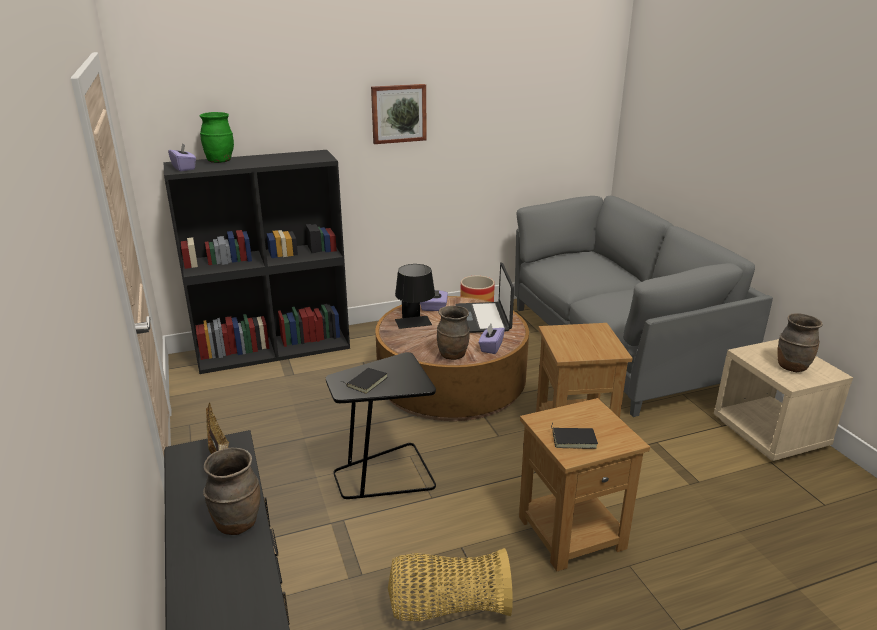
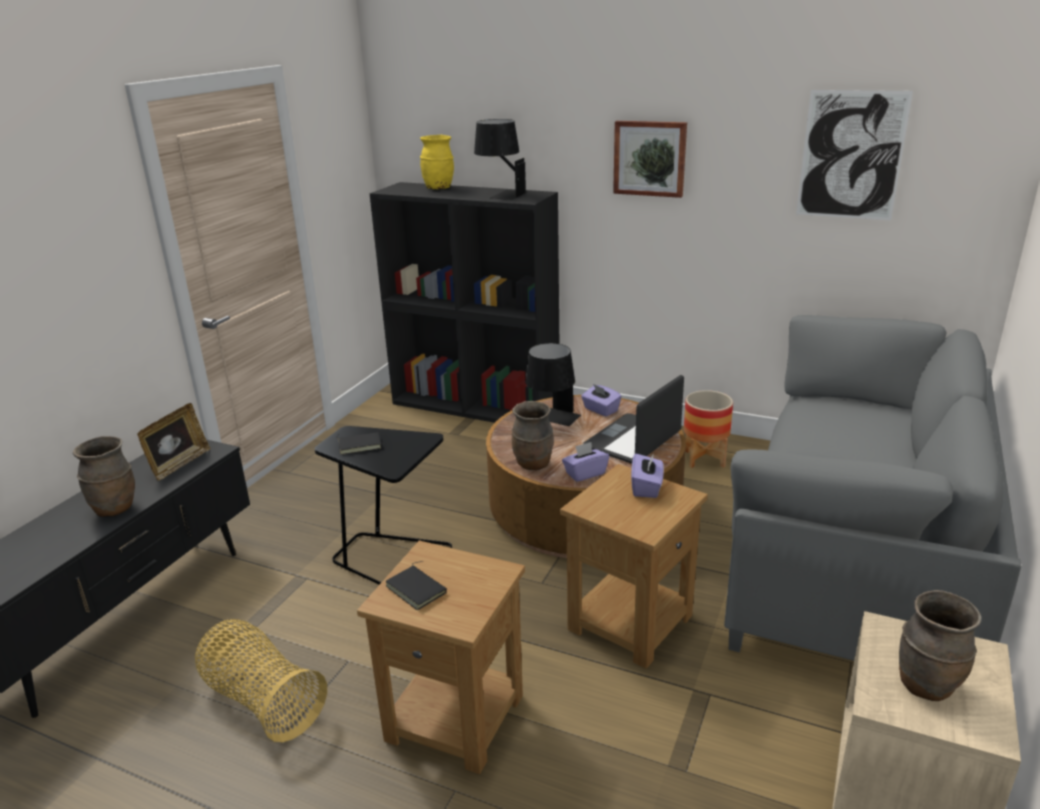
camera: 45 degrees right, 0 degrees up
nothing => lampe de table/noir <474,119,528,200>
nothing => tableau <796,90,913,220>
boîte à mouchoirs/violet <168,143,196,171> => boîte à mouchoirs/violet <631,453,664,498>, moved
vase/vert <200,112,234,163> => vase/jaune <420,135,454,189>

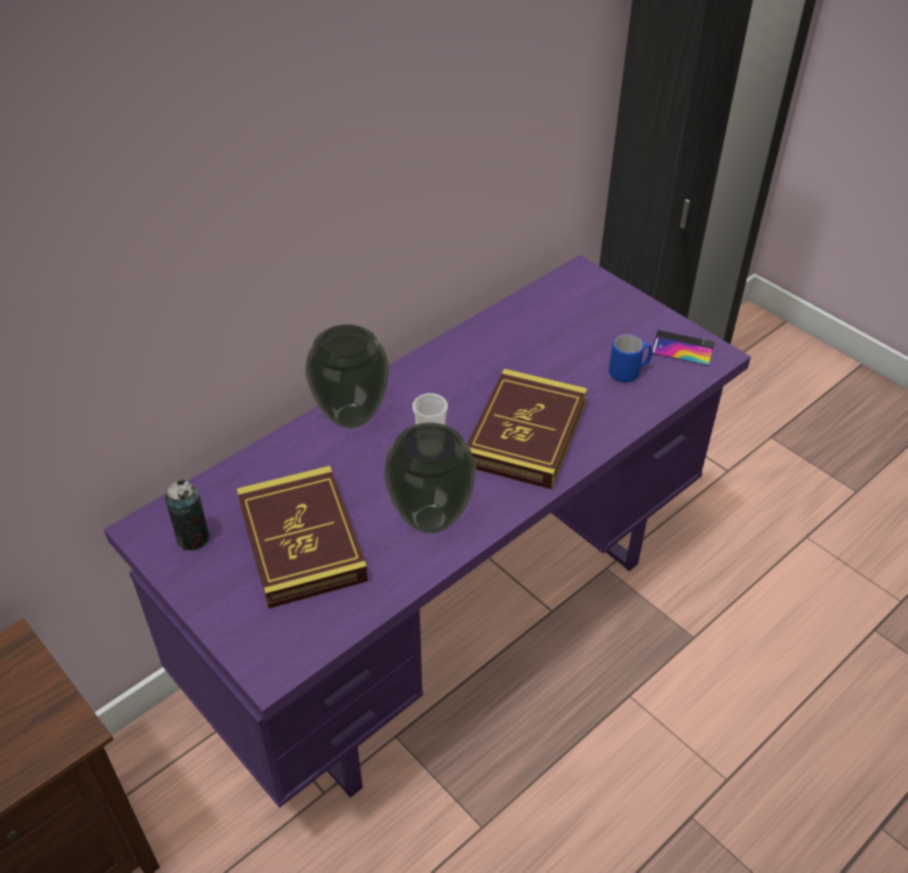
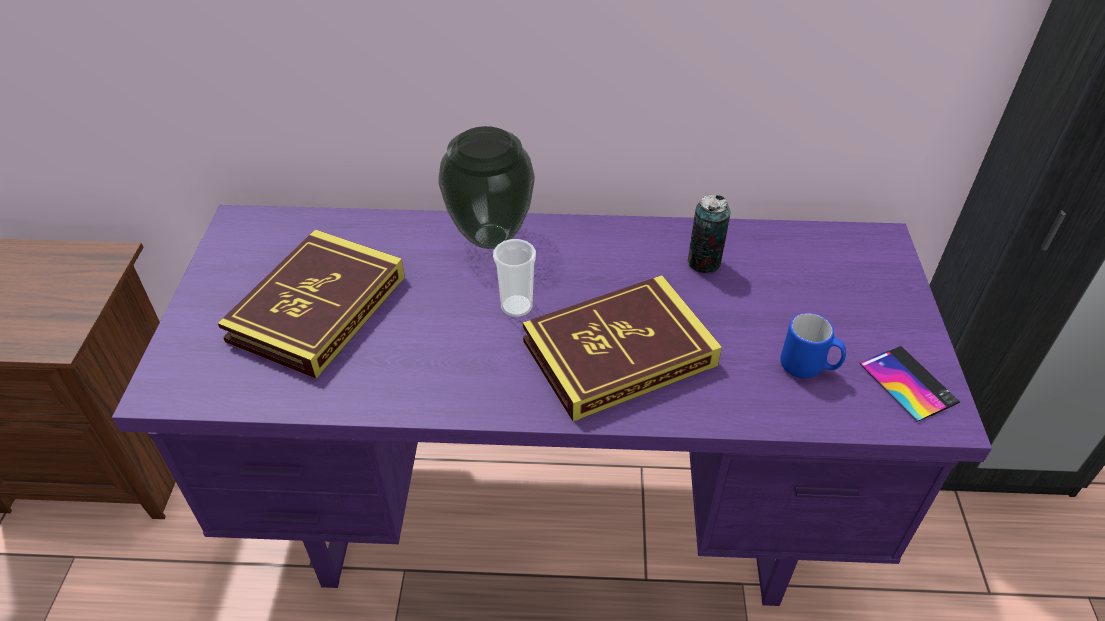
camera: 45 degrees right, 0 degrees up
vase <384,423,476,533> => nothing
boîte métallique <165,480,210,550> => boîte métallique <687,195,731,273>, moved

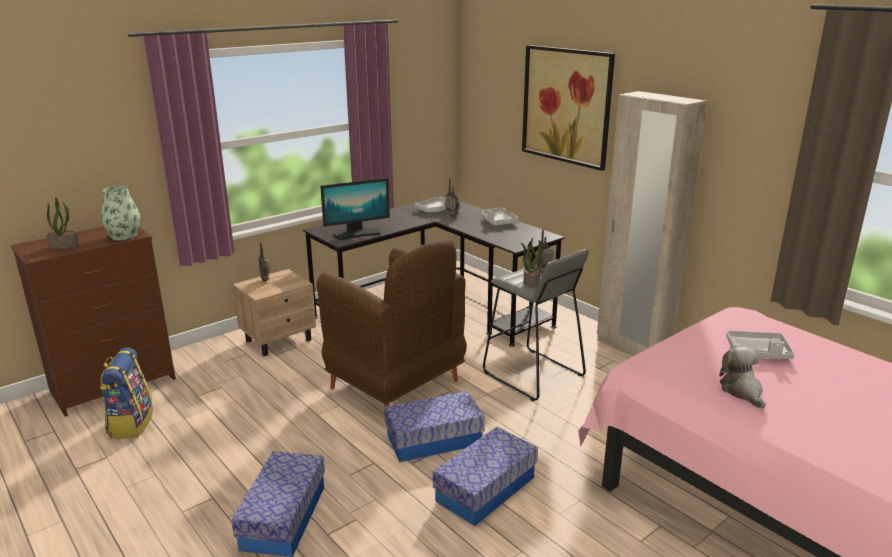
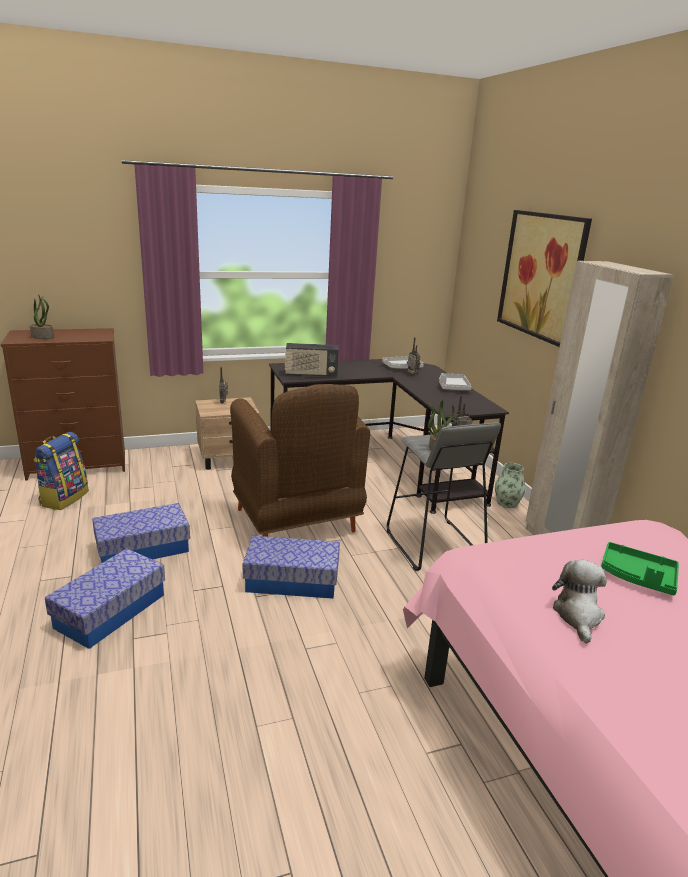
camera: 20 degrees right, 0 degrees up
vase <101,186,140,240> => vase <495,463,525,508>, moved
boîte de rangement <433,427,538,526> => boîte de rangement <92,503,190,563>, moved
écran d'ordinateur <320,178,390,240> => radio <285,343,338,378>
plateau/gris <726,330,794,359> => plateau/vert <601,542,679,595>

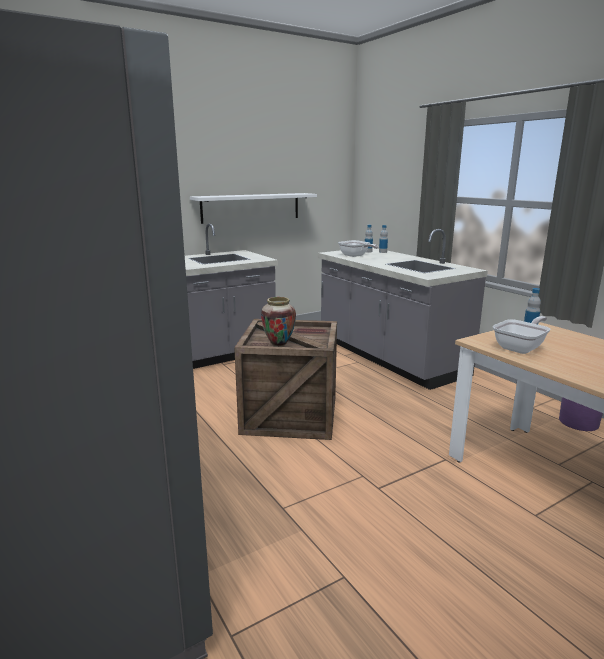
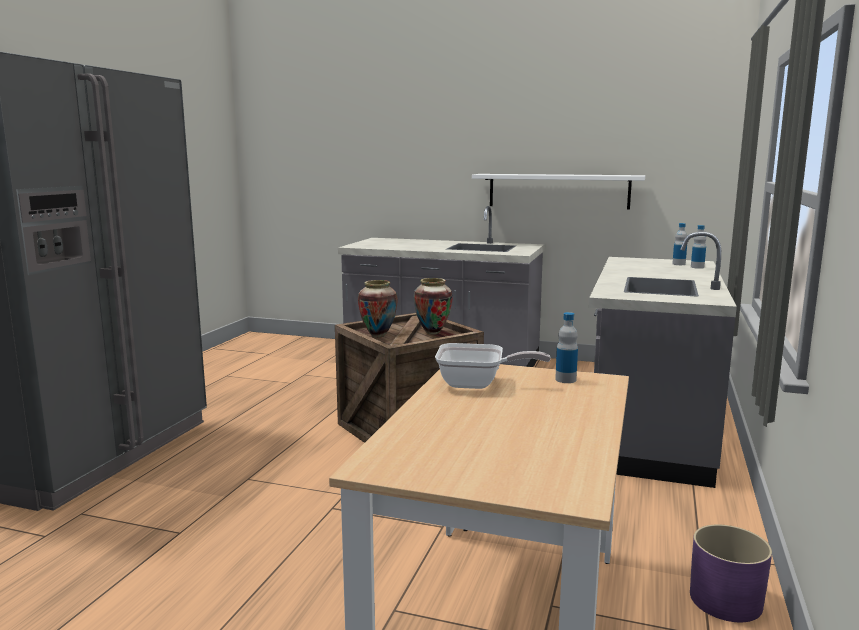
camera: 50 degrees right, 5 degrees down
poêle <338,240,378,257> => nothing
nothing => vase <413,278,453,335>

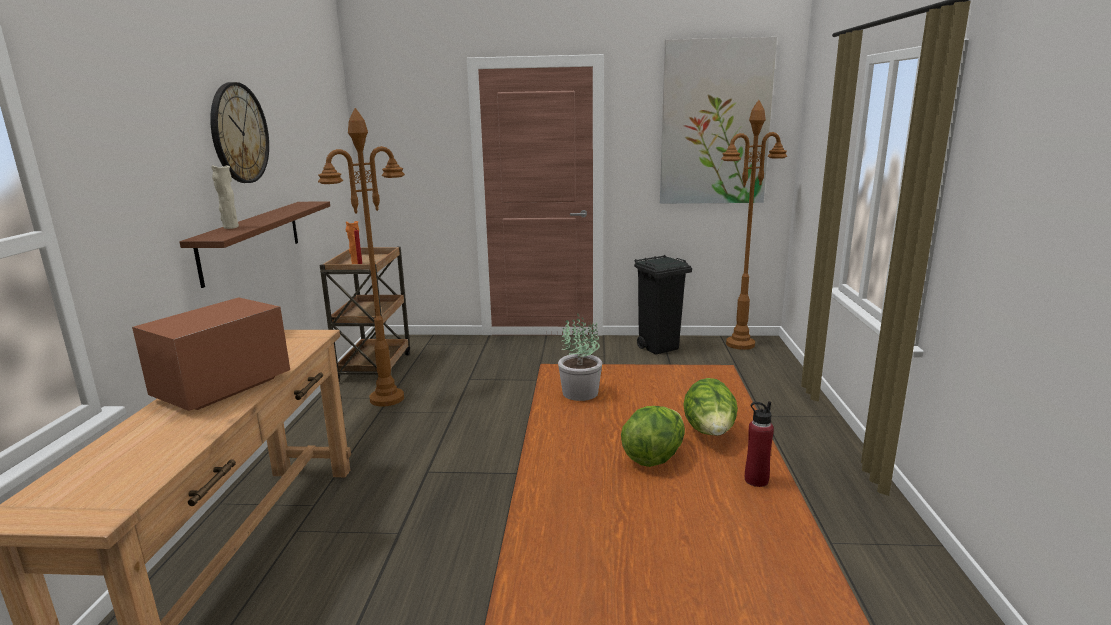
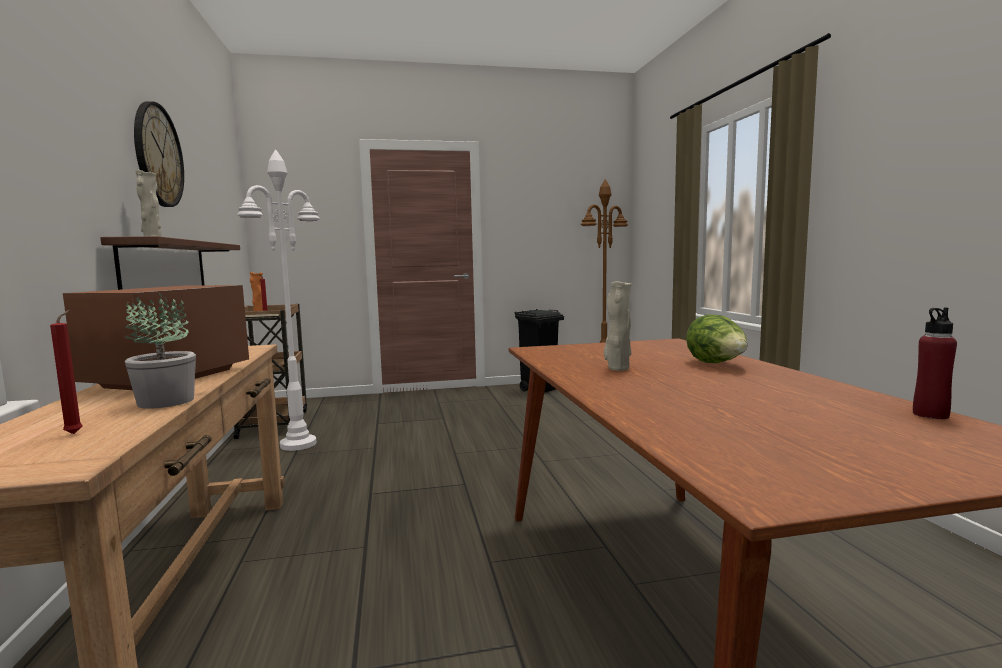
camera: 15 degrees left, 10 degrees down
laitue <621,406,685,467> => nothing
tableau <660,37,777,204> => nothing
nothing => bougie/rouge <50,310,82,434>
nothing => vase/beige <604,281,632,371>
plante en pot <558,314,602,401> => plante en pot <125,293,196,409>, moved
bouteille/rouge <745,401,774,487> => bouteille/rouge <913,308,957,419>, moved
lampadaire/marron <318,108,405,406> => lampadaire/blanc <237,149,320,451>

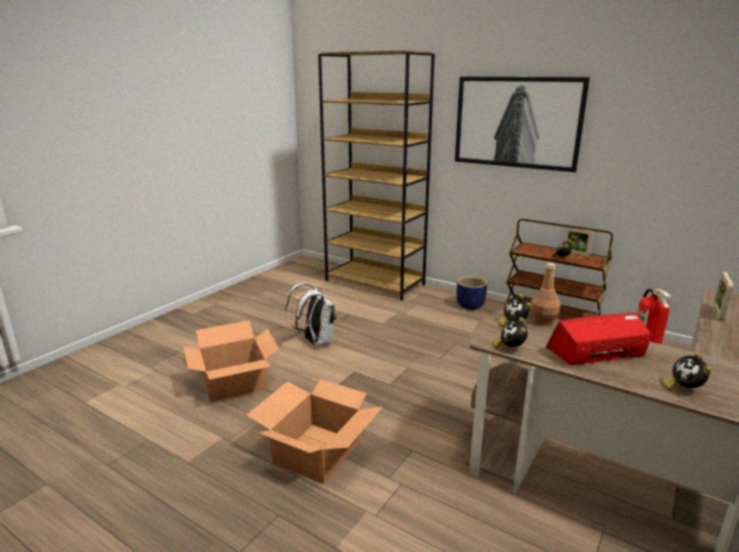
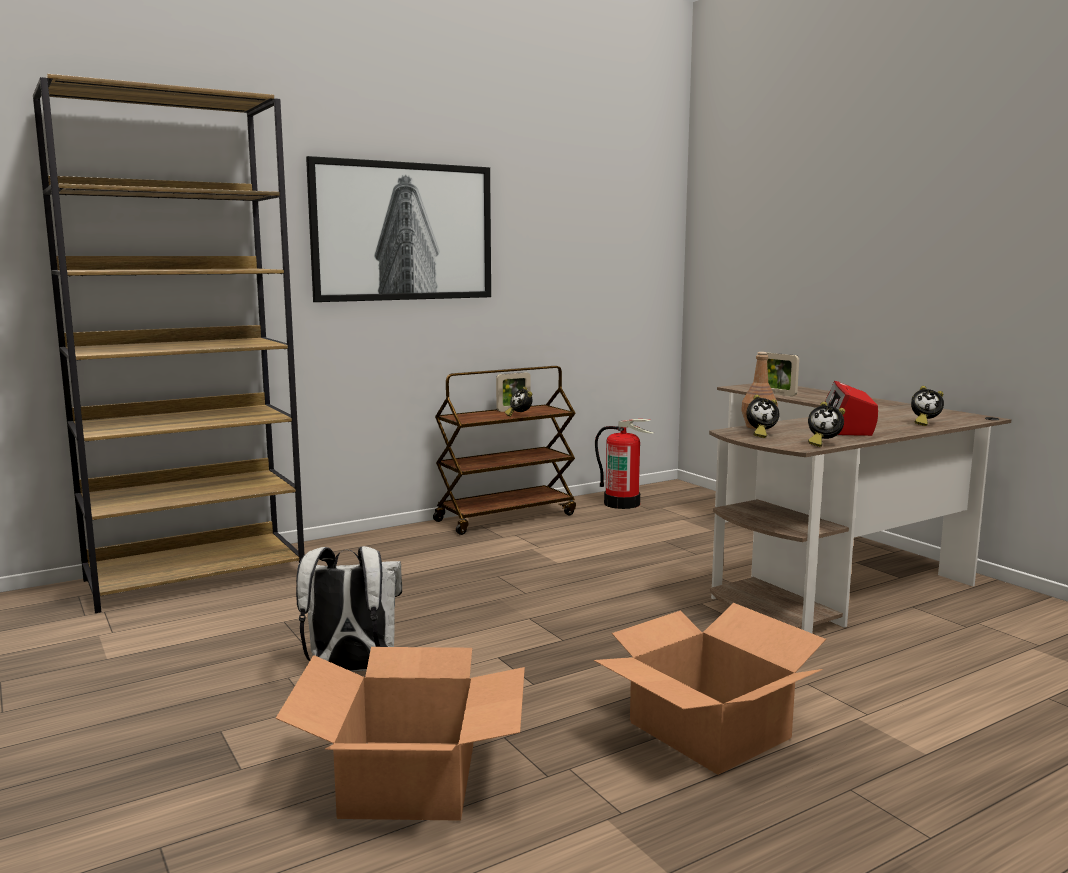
camera: 65 degrees left, 10 degrees down
cache-pot <456,277,487,310> => nothing

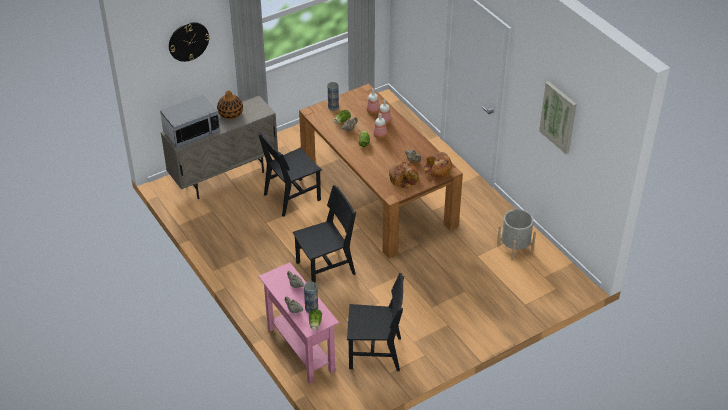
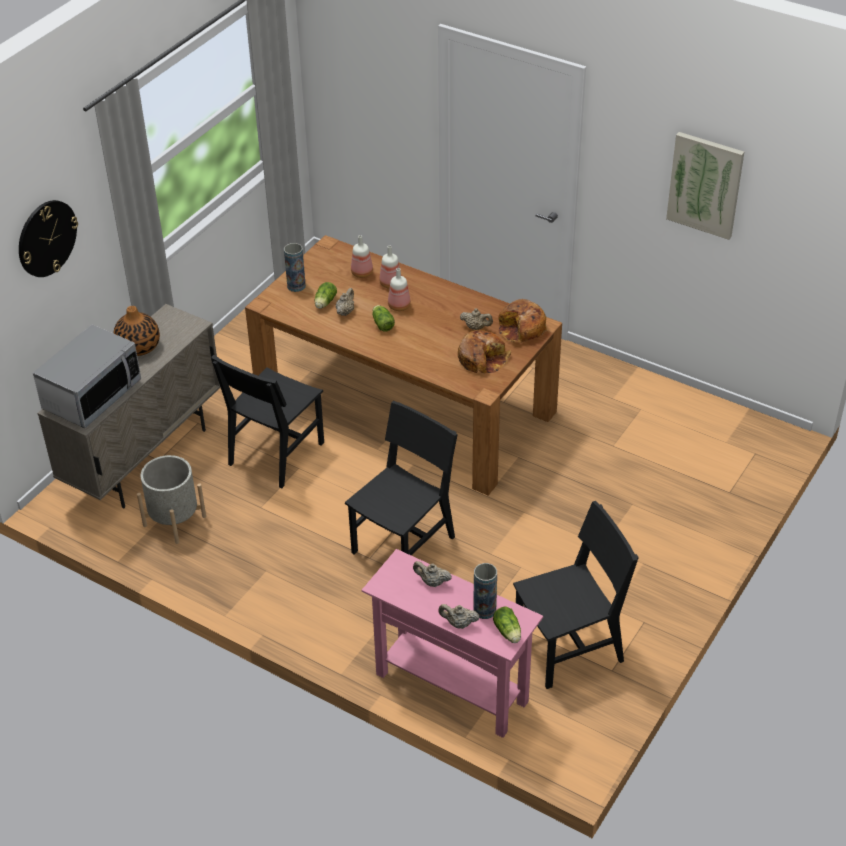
camera: 25 degrees left, 0 degrees up
cache-pot/gris <497,209,536,261> => cache-pot/gris <137,455,206,544>, moved

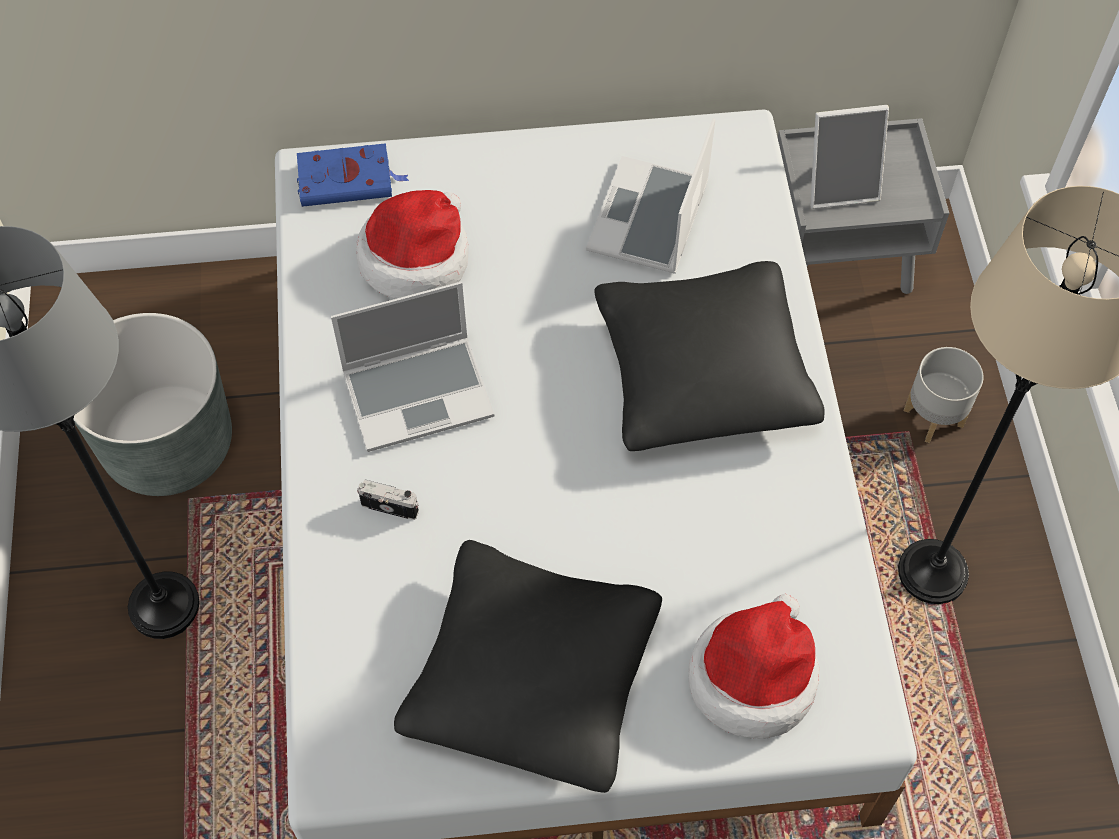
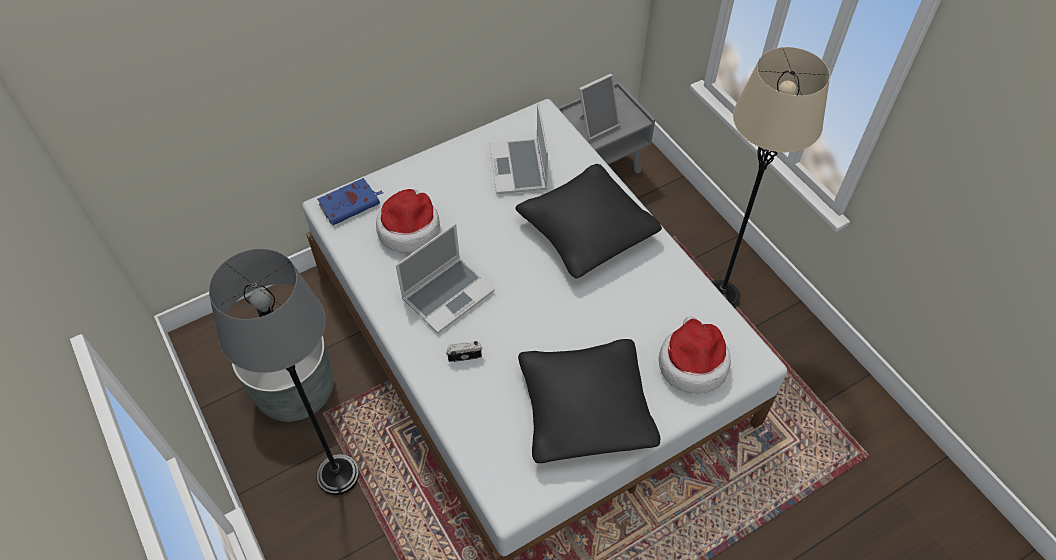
camera: 25 degrees left, 5 degrees down
cache-pot/gris <904,347,983,443> => nothing

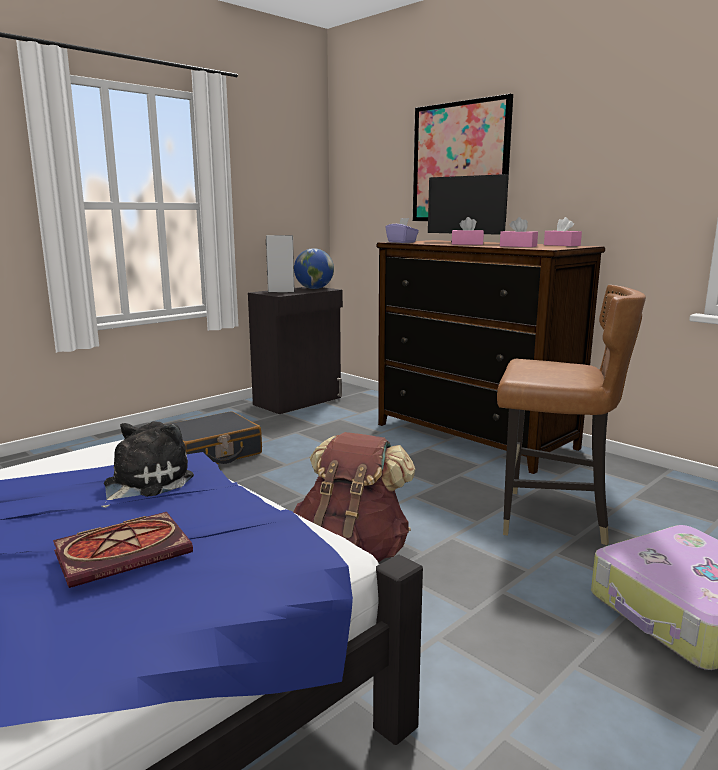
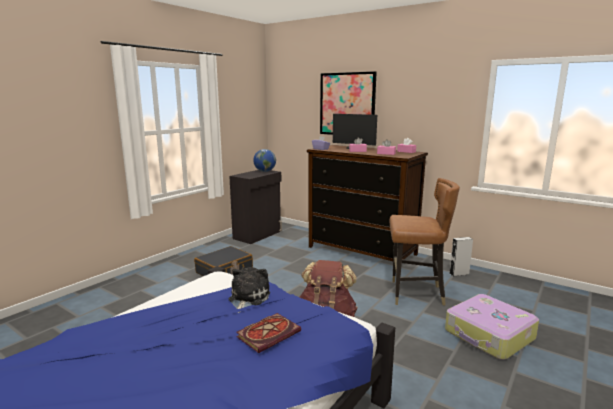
camera: 10 degrees left, 0 degrees up
enceinte/gris <266,235,295,293> => enceinte/gris <449,237,473,277>, moved

